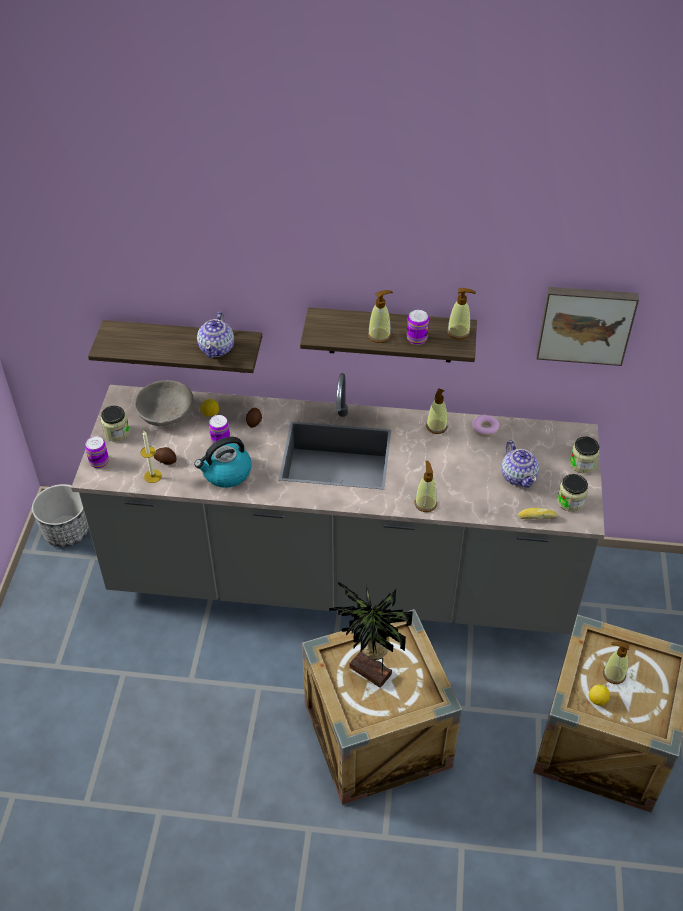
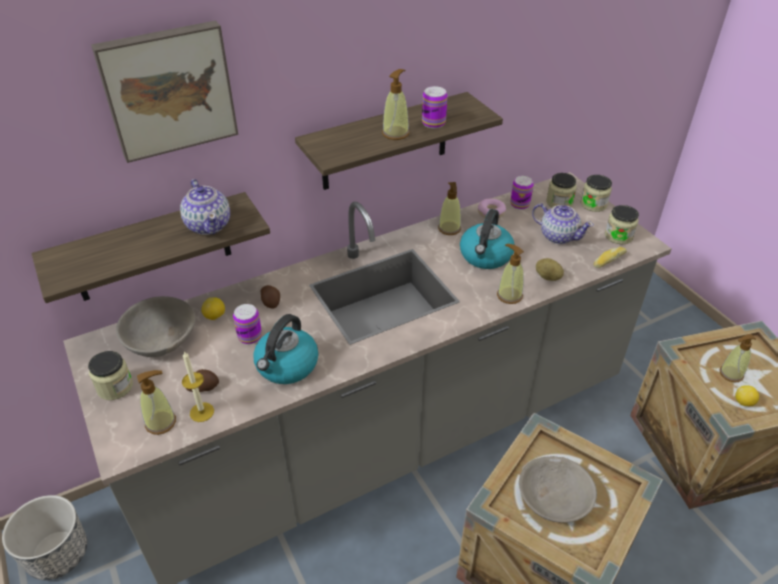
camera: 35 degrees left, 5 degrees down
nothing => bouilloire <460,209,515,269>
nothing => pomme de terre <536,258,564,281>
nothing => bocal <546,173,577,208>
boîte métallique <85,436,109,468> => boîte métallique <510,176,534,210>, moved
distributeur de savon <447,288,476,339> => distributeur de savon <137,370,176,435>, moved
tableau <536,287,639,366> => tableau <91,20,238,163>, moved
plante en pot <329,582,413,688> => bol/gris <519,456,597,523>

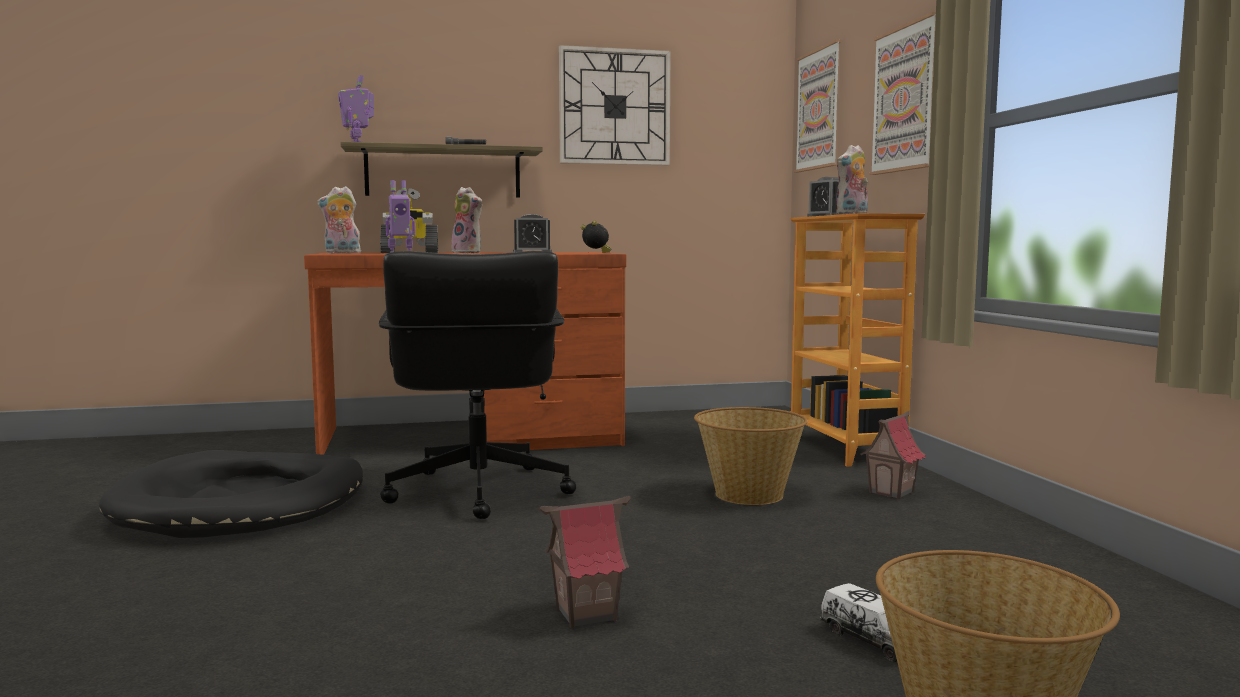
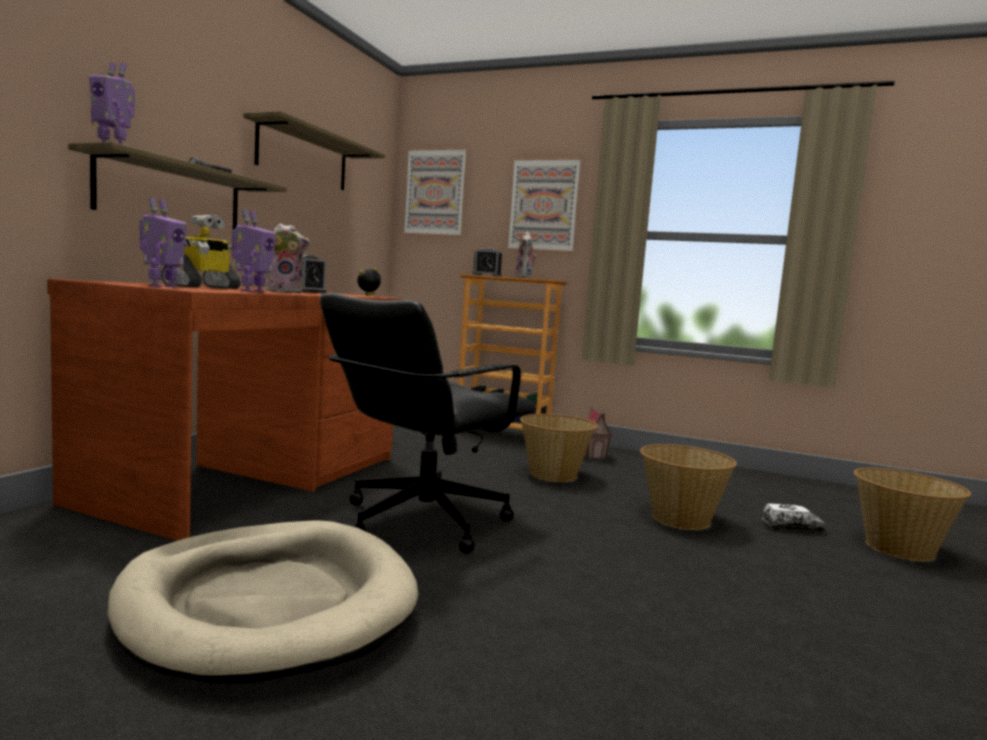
camera: 55 degrees left, 0 degrees up
maison miniature <540,496,631,628> => nothing
nothing => panier <640,444,737,530>
peluche <317,186,364,253> => robot jouet <139,198,187,288>
horloge murale <559,45,671,165> => étagère <243,111,385,190>
panier pour chien/noir <99,450,363,538> => panier pour chien/beige <107,520,418,683>
chaise de bureau/noir <379,251,577,519> => chaise de bureau/noir <320,293,537,554>, 105 degrees clockwise

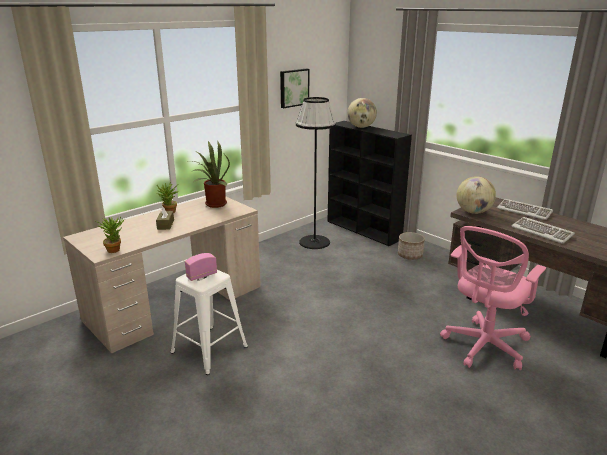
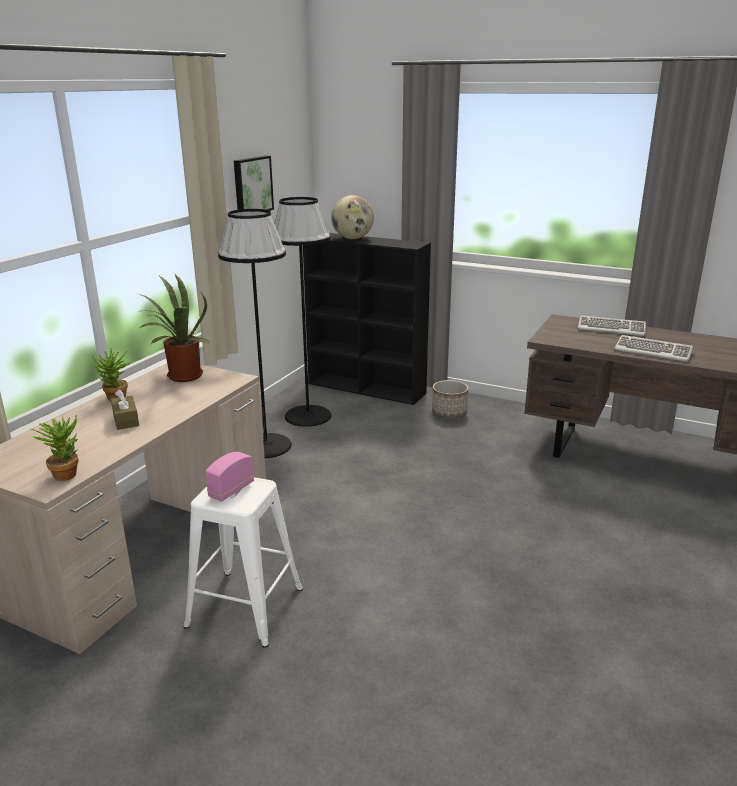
camera: 20 degrees left, 0 degrees up
chaise de bureau/rose <440,226,546,370> => nothing
globe <457,176,496,214> => nothing
nothing => lampadaire/noir <218,209,292,458>

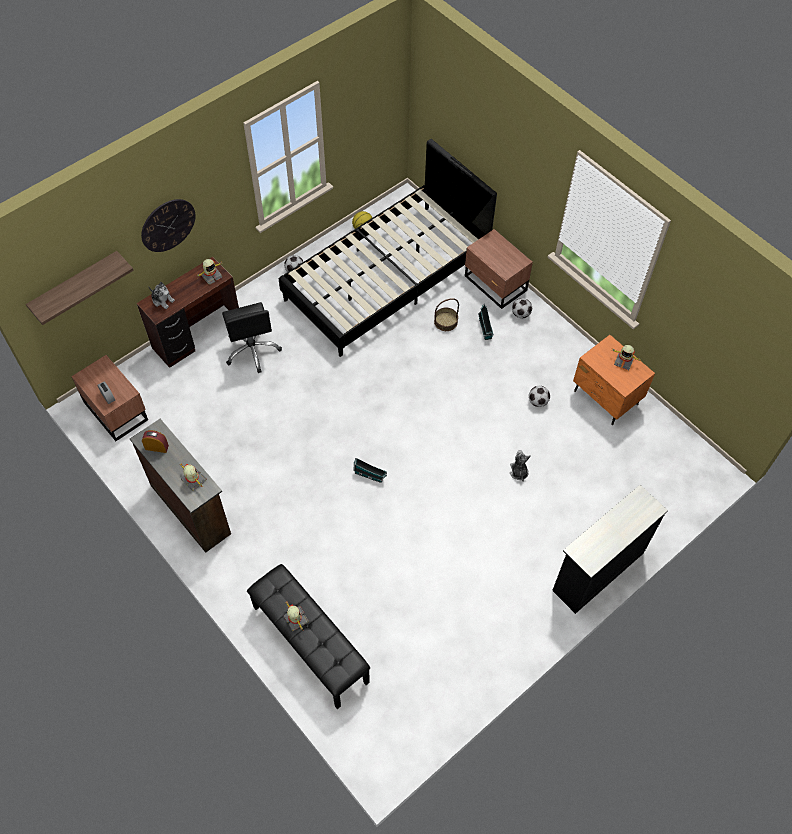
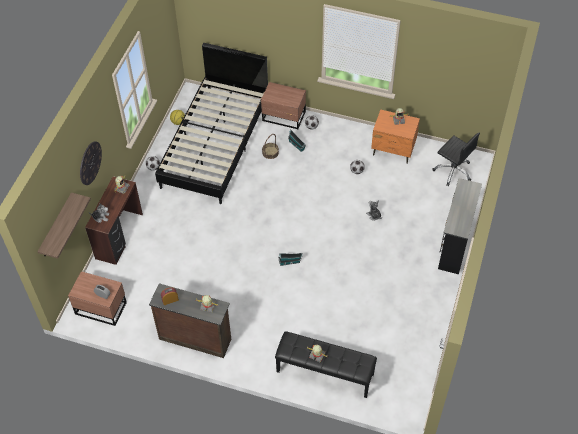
camera: 30 degrees left, 5 degrees down
chaise de bureau/noir <222,302,282,373> => chaise de bureau/noir <433,133,480,186>, moved

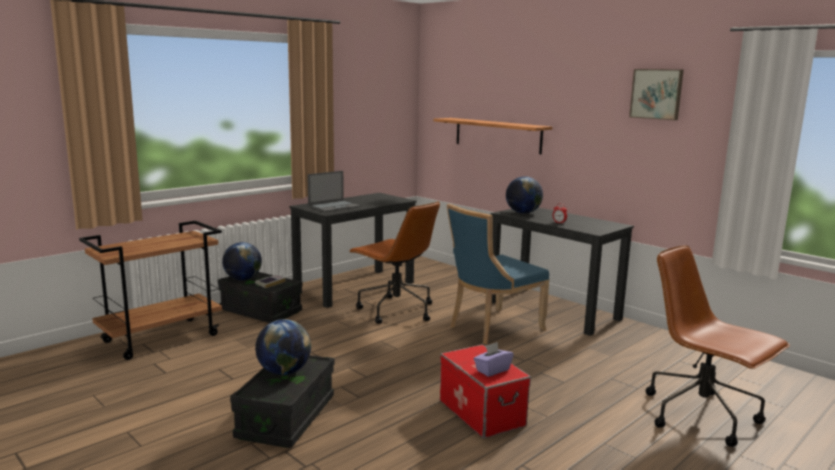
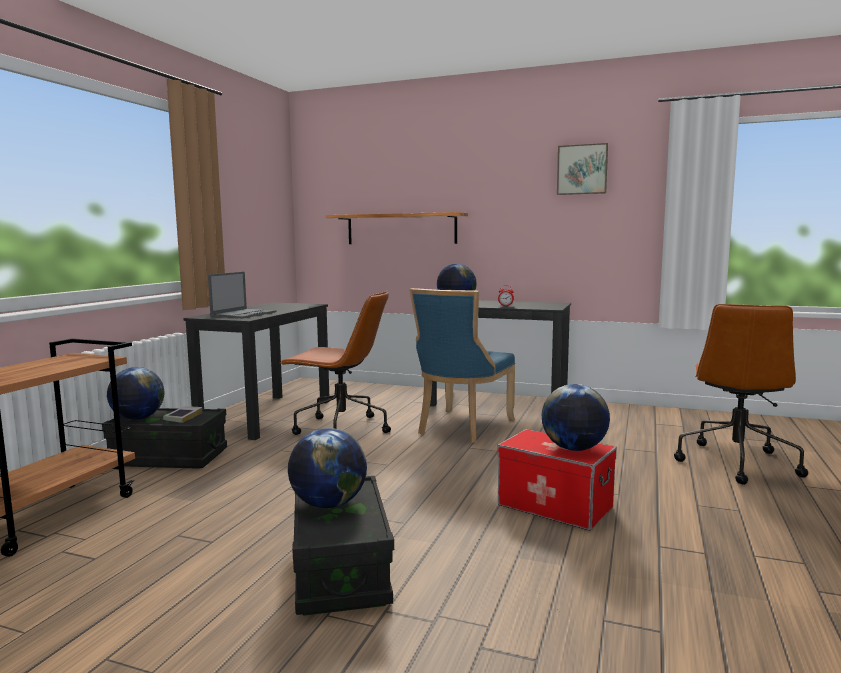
camera: 25 degrees left, 5 degrees down
boîte à mouchoirs/violet <474,342,514,377> => globe <542,384,610,451>
chaise de bureau/marron <646,245,790,447> => chaise de bureau/marron <674,304,808,485>, 90 degrees counterclockwise

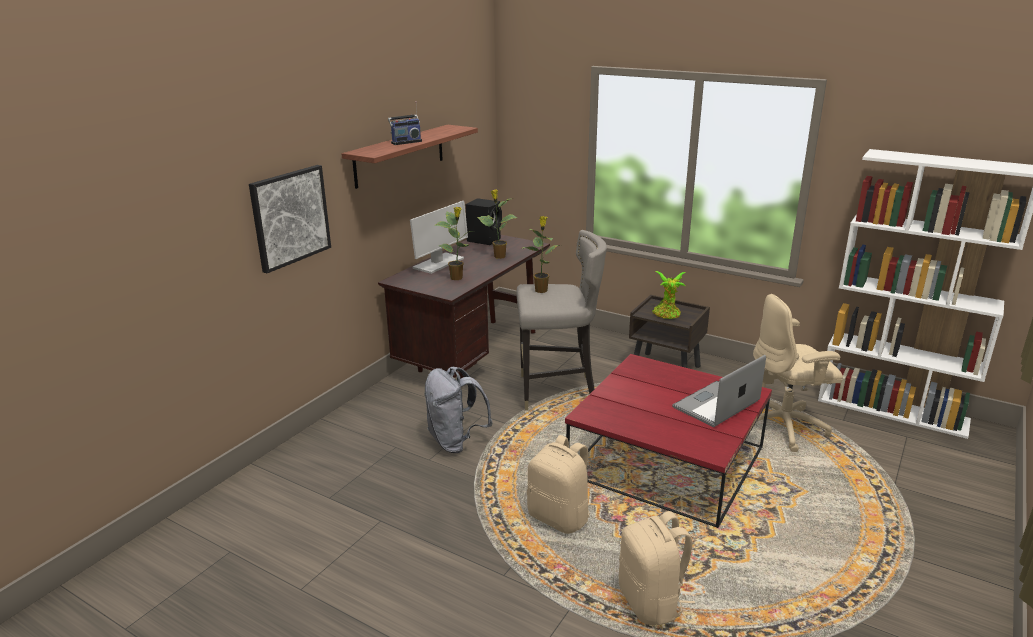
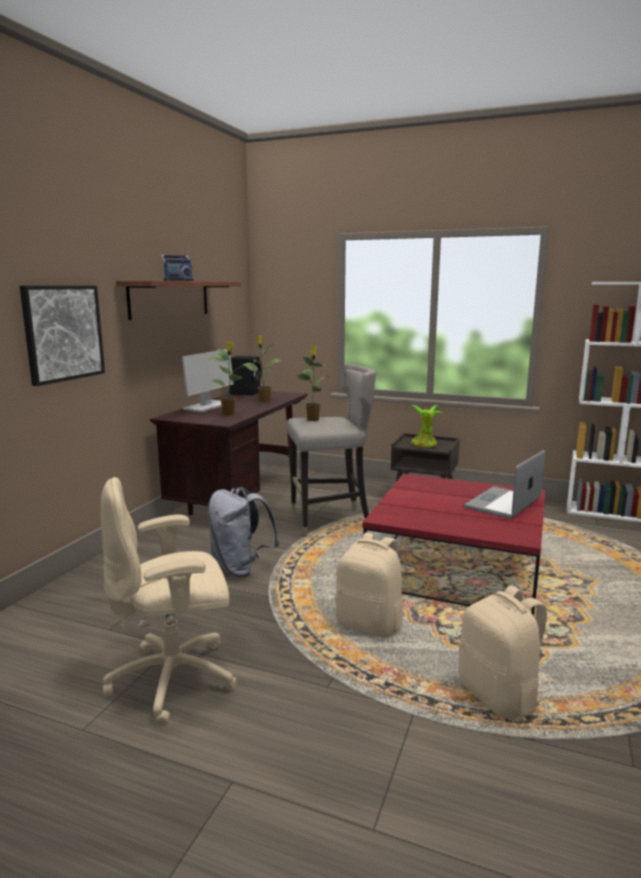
camera: 10 degrees left, 10 degrees down
chaise de bureau/beige <753,294,843,452> => chaise de bureau/beige <101,477,237,726>, moved

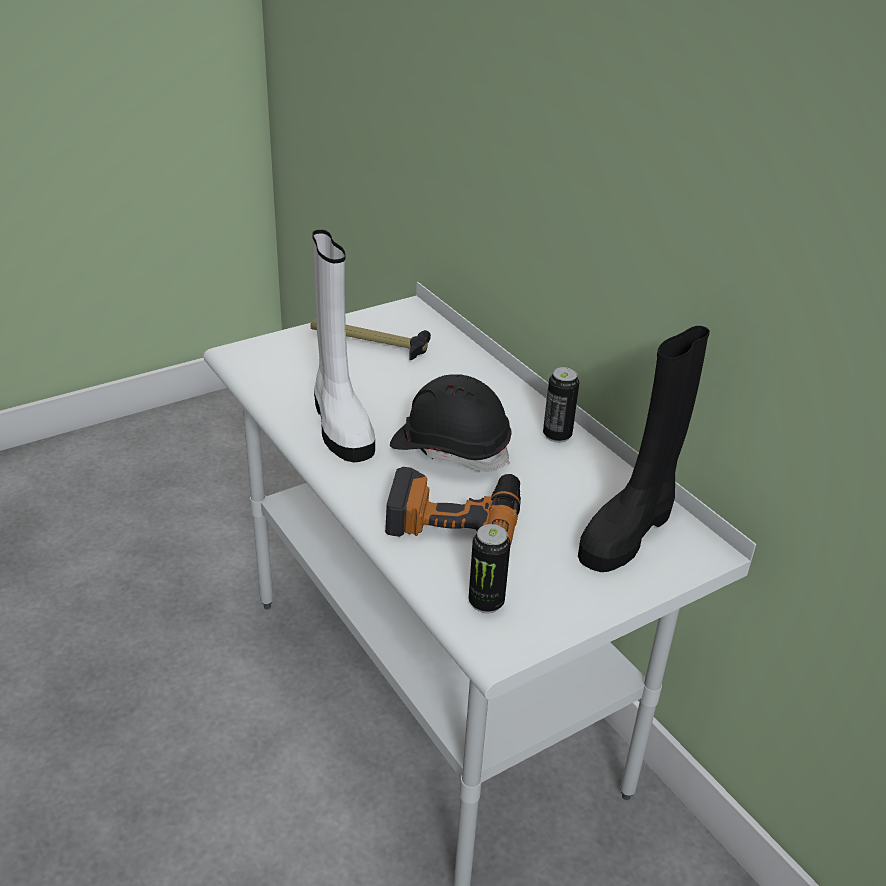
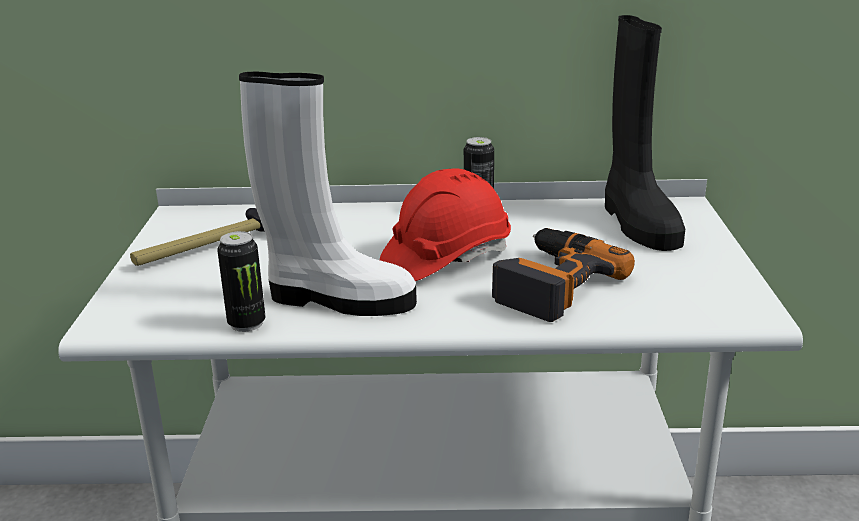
camera: 55 degrees left, 10 degrees down
boîte métallique <469,524,511,613> => boîte métallique <217,231,265,332>, moved
casque de chantier/noir <390,374,512,472> => casque de chantier/rouge <380,168,511,281>

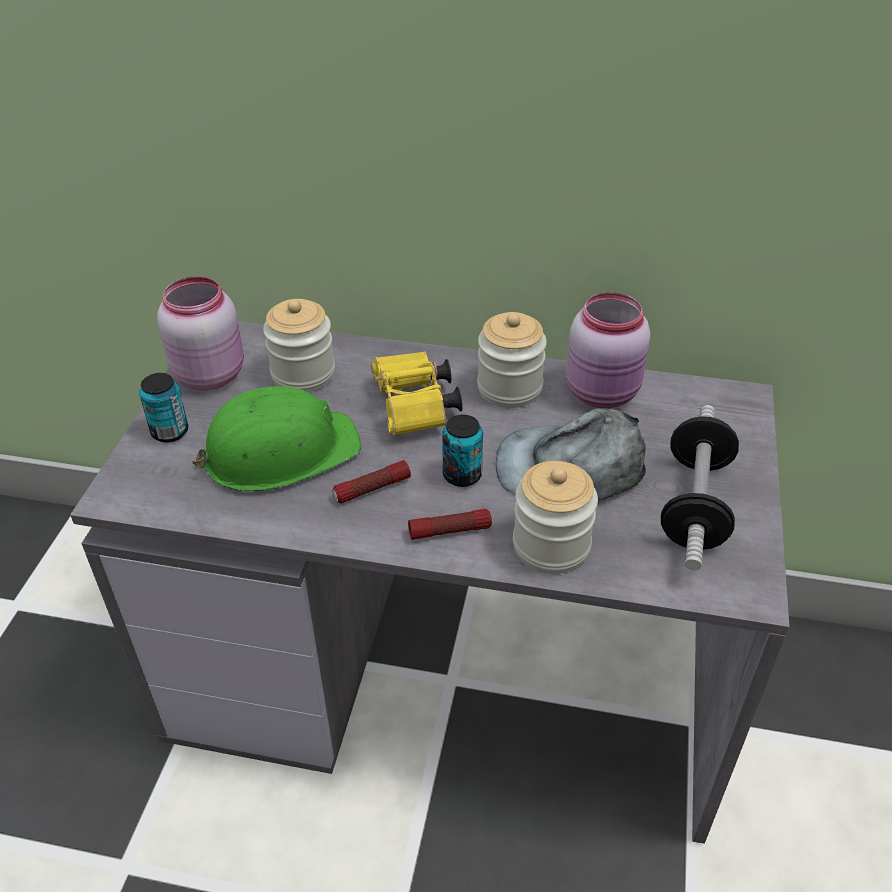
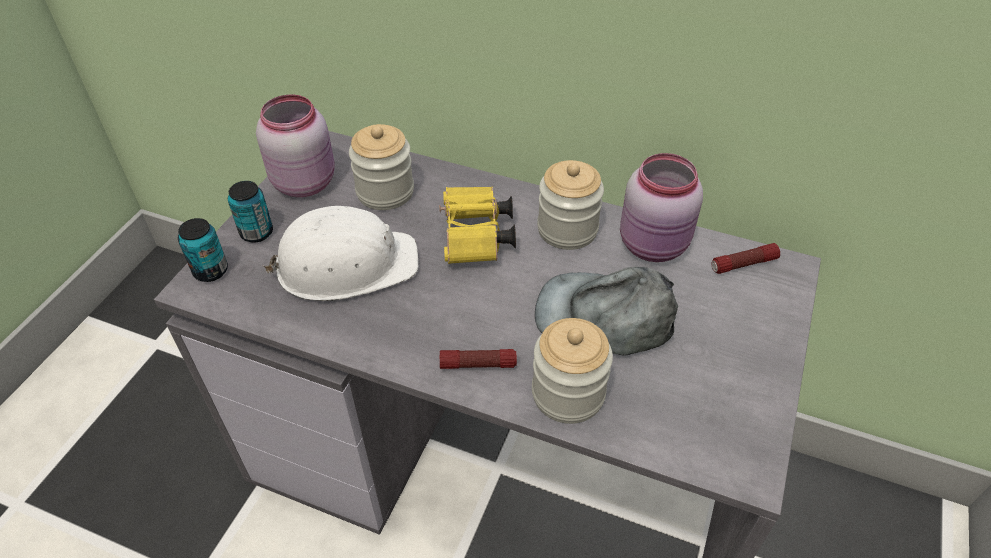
camera: 10 degrees right, 5 degrees up
haltère <661,405,739,571> => nothing
lampe de poche <333,460,411,504> => lampe de poche <711,243,780,274>, moved
boîte métallique <442,415,483,487> => boîte métallique <178,218,228,282>, moved
casque de chantier/vert <192,386,361,491> => casque de chantier/blanc <263,206,419,301>

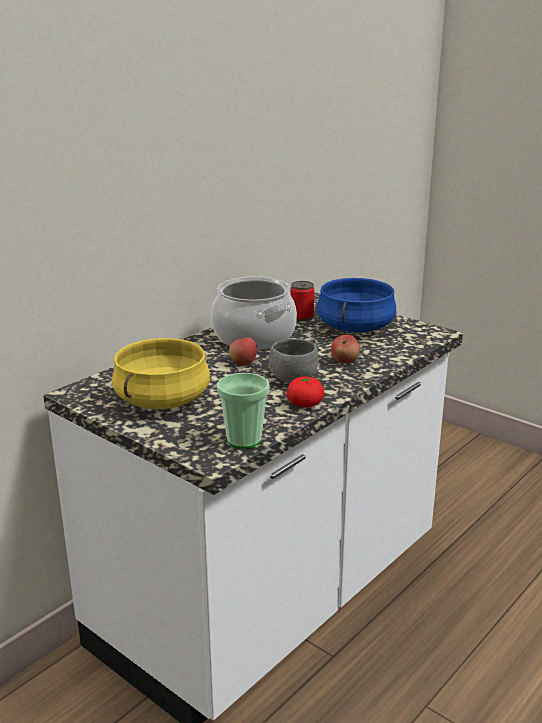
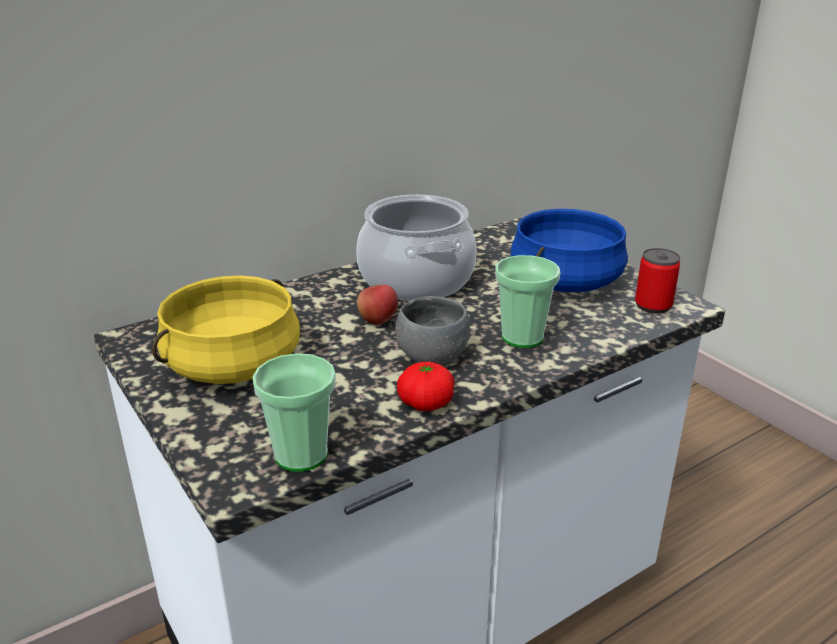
camera: 15 degrees right, 5 degrees up
boîte métallique <290,281,314,322> => boîte métallique <635,248,680,314>, moved
pomme <331,335,360,364> => tasse <495,255,560,348>

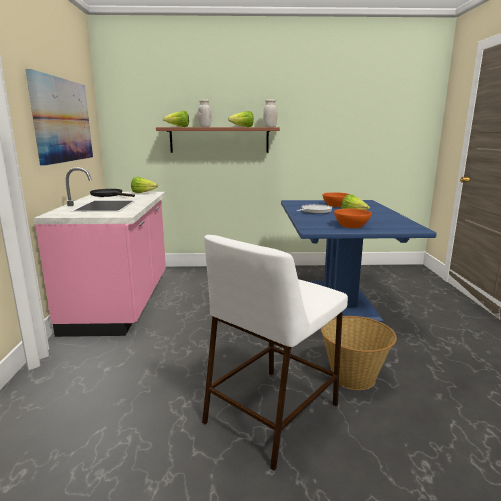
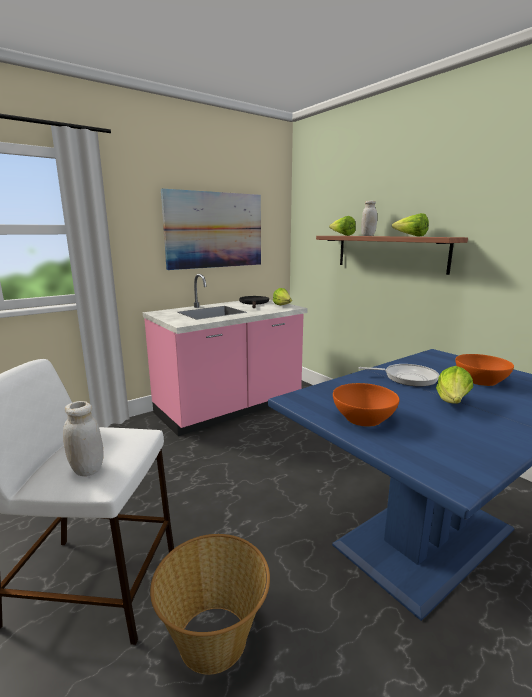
camera: 55 degrees right, 0 degrees up
bocal/blanc <263,99,277,127> => bocal/blanc <63,401,104,476>, moved

